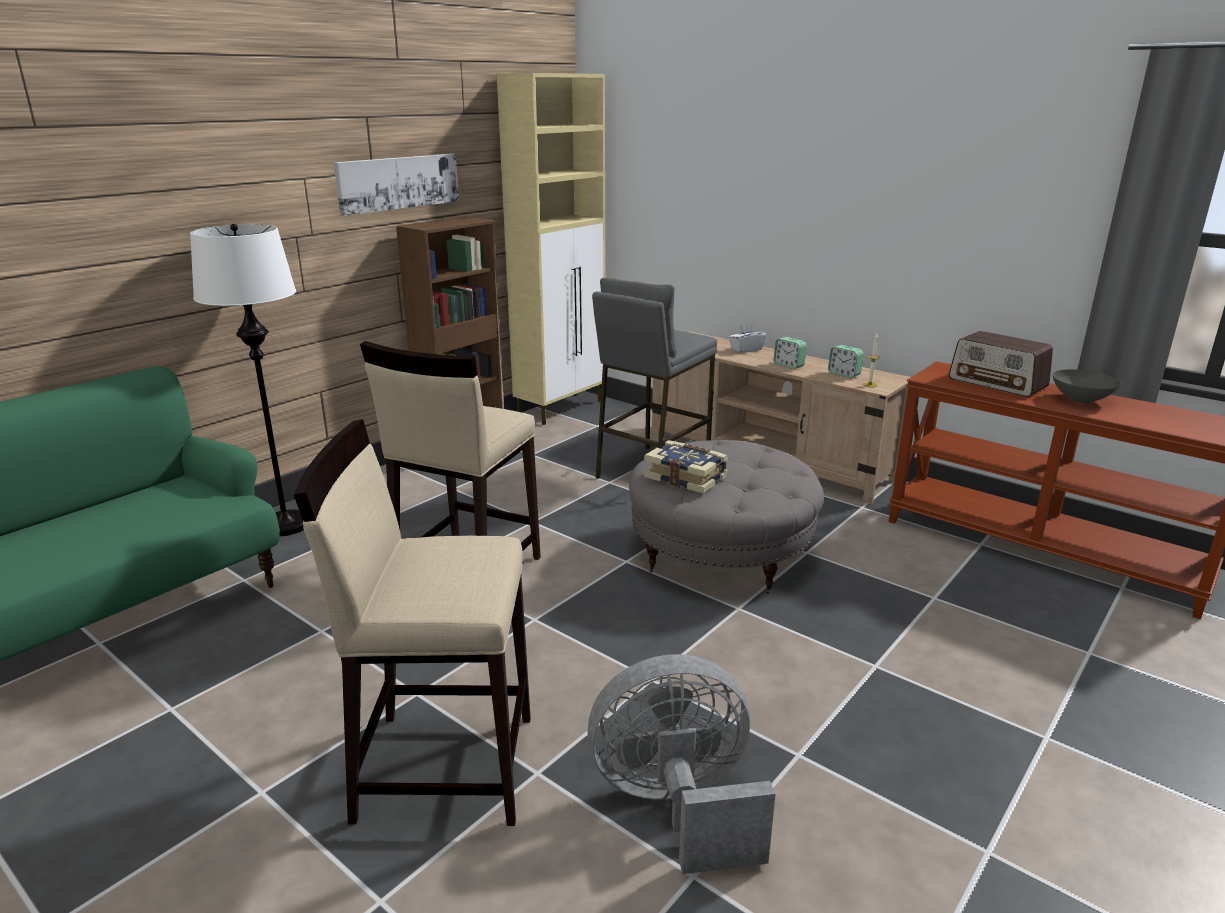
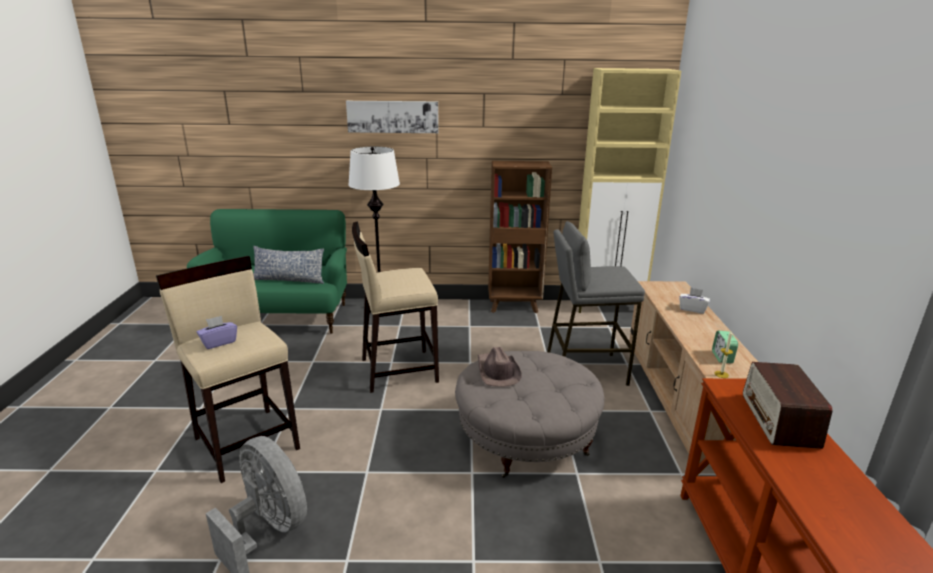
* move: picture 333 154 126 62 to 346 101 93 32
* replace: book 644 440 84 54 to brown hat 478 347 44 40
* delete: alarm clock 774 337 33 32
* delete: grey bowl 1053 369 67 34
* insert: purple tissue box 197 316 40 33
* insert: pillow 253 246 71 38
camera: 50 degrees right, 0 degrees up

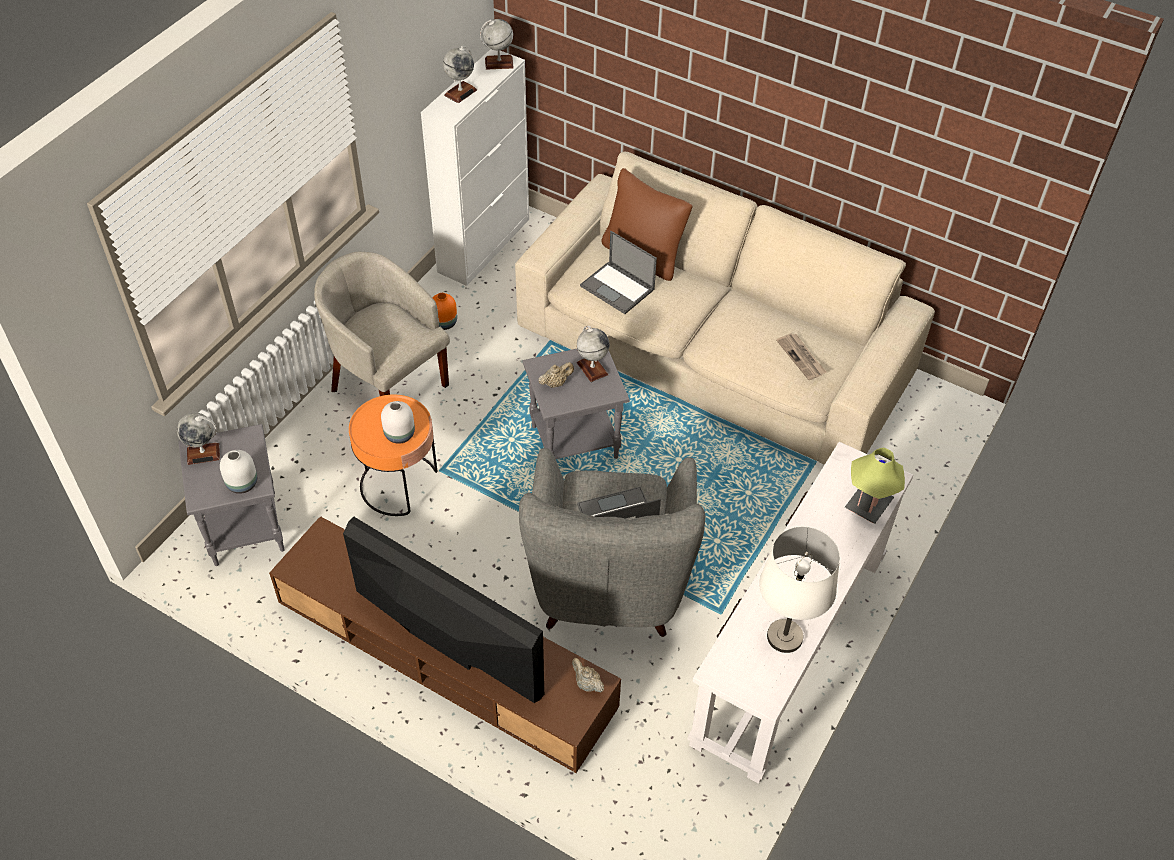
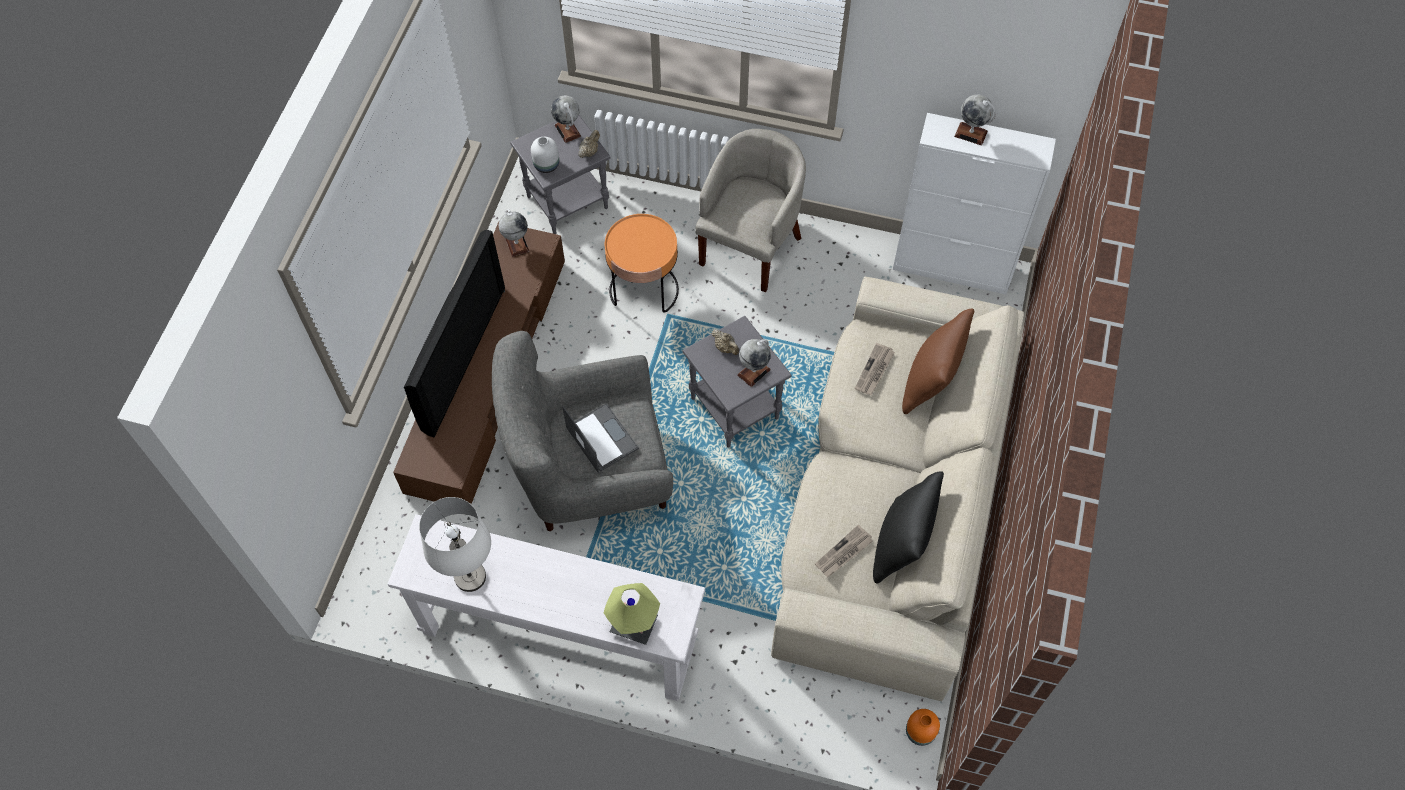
* delete: white vase 381 401 34 43
* move: orange vase 432 293 25 37 to 906 709 34 37
* move: globe 480 19 33 51 to 499 209 30 48
* move: beige teapot 572 658 32 35 to 578 130 22 28
* replace: laptop 580 231 77 83 to newspaper 855 343 40 52
* insert: black pillow 873 471 71 113
camera: 75 degrees right, 10 degrees up

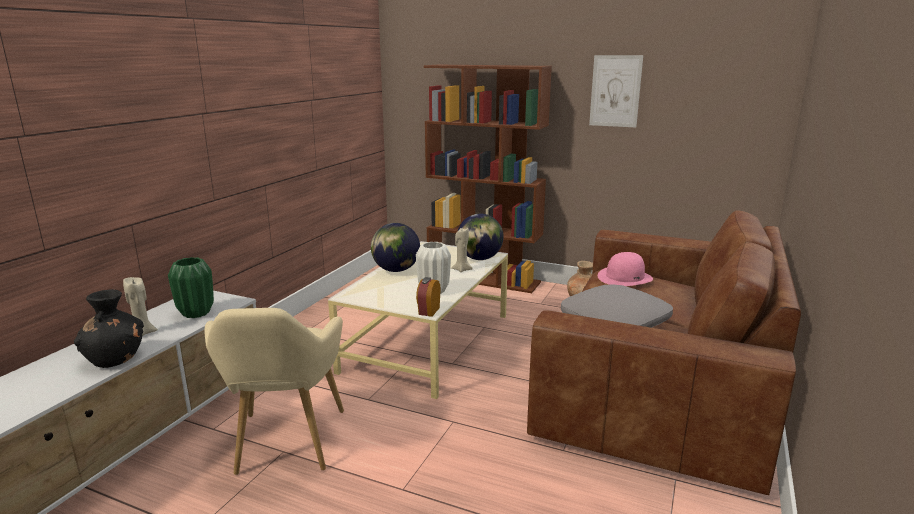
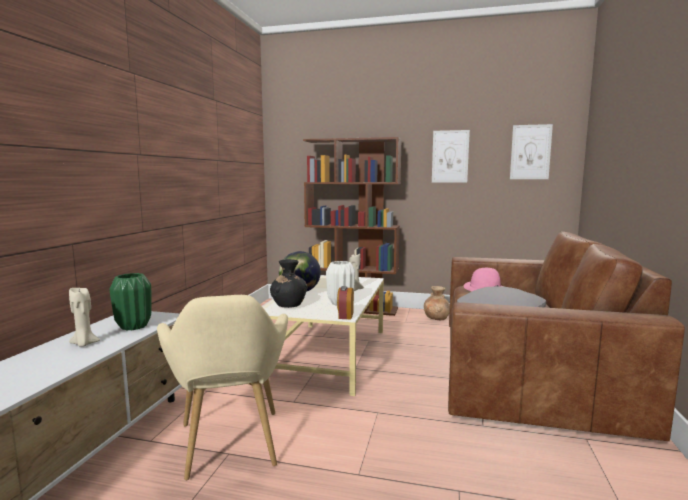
* move: black vase 74 289 70 79 to 270 259 37 49
* delete: globe 458 214 46 46
* insert: picture 510 124 43 55
camera: 10 degrees left, 10 degrees down

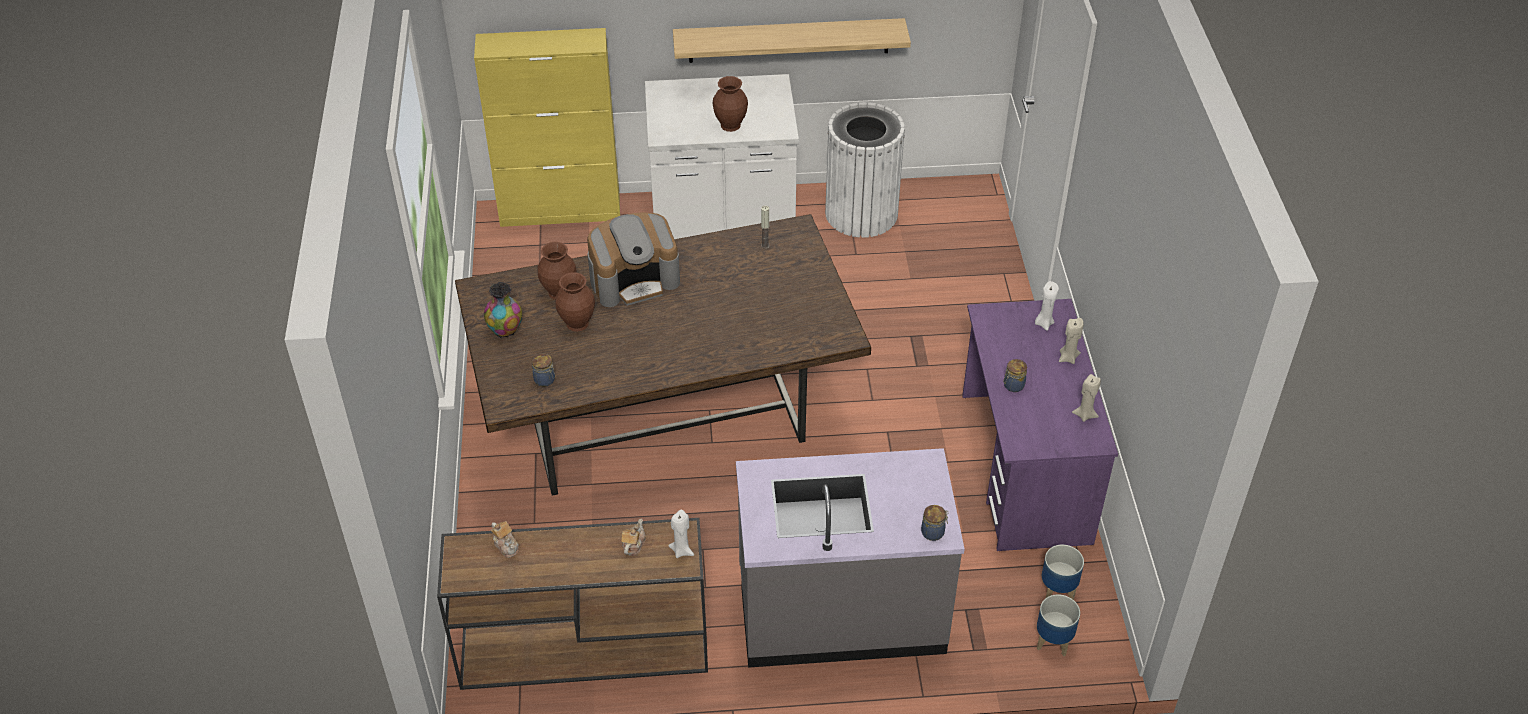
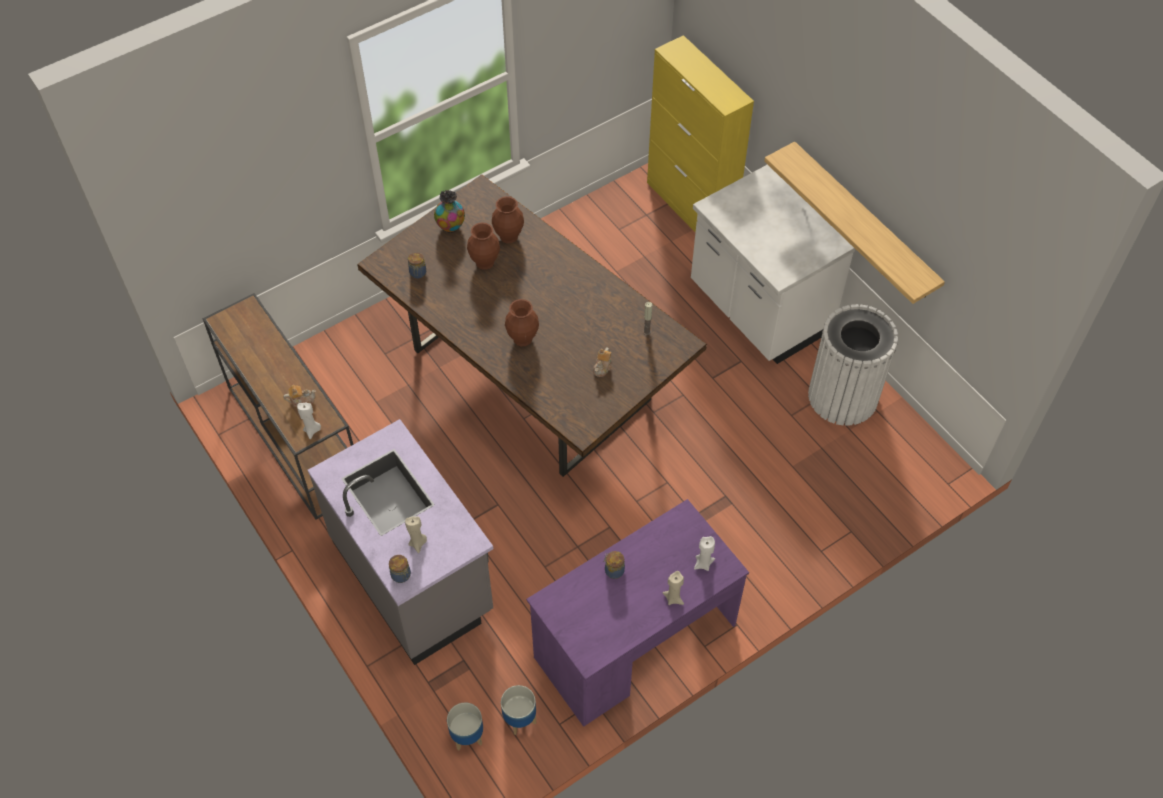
* move: teapot 491 521 28 37 to 593 347 19 30
* delete: coffee machine 587 212 93 95
* move: brown vase 713 76 35 56 to 505 299 34 47
* move: beige candle 1072 374 29 48 to 405 516 22 37
camera: 60 degrees right, 10 degrees up

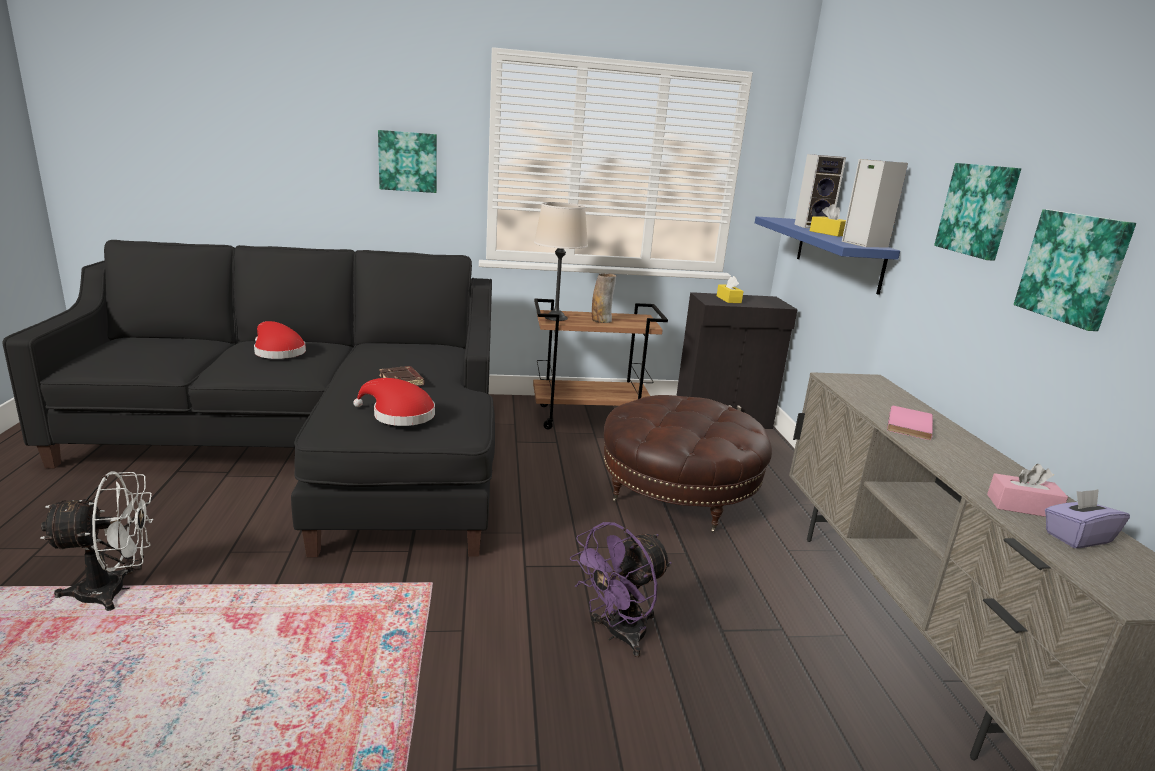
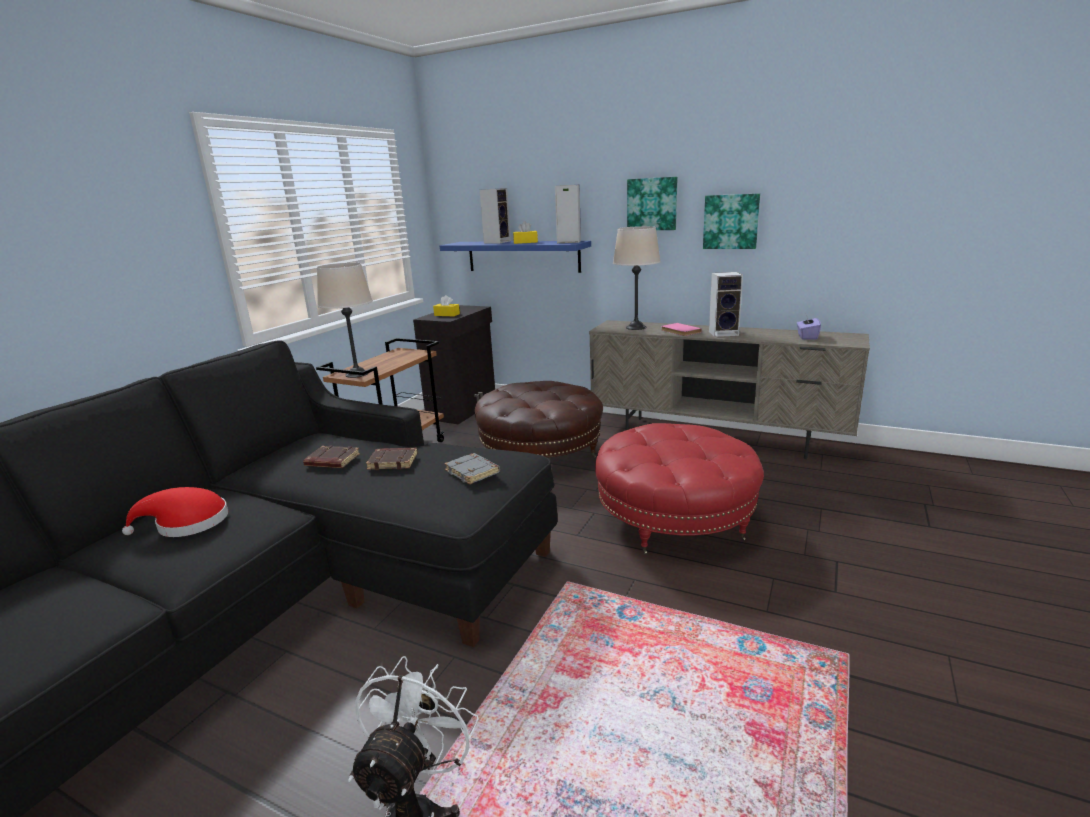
* replace: red hat 353 378 82 48 to grey book 444 453 56 32
* delete: picture 378 130 59 63
* replace: purple fan 570 522 102 135 to red ottoman 595 423 169 131
* delete: vase 592 273 24 50
* delete: pink tissue box 987 464 81 53
* insert: brown book 303 446 57 22
* insert: beige table lamp 613 226 48 104
* insert: speaker 709 272 34 65
camera: 55 degrees left, 0 degrees up

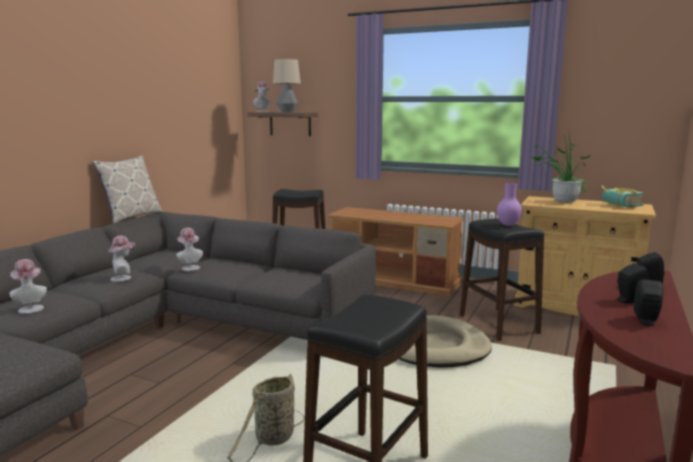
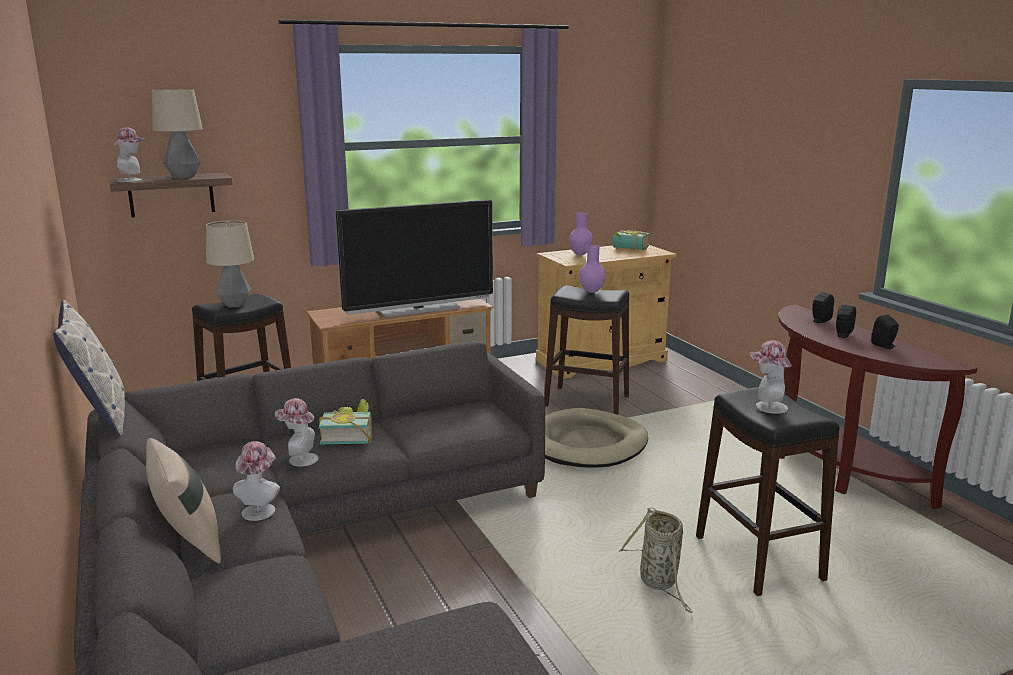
* move: hat 9 259 38 55 to 750 340 42 74
* replace: potted plant 532 128 58 75 to purple vase 569 213 24 42
* insert: beige pillow 146 438 75 126
* insert: table lamp 206 220 48 88
* insert: book 319 399 53 45
* insert: television 336 200 157 118
camera: 50 degrees left, 5 degrees up

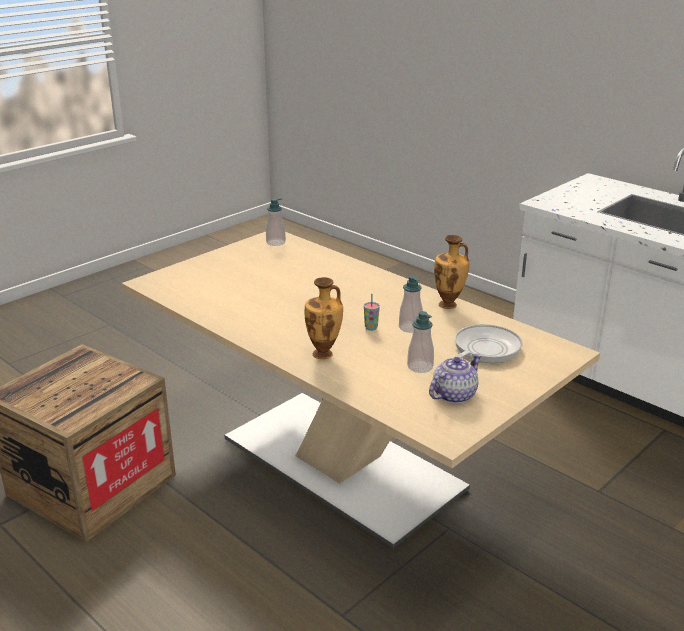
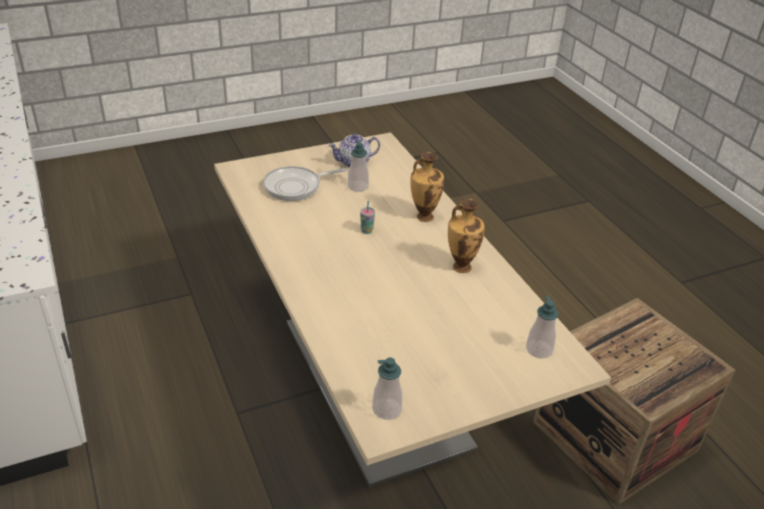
* move: soap dispenser 399 275 24 58 to 526 295 32 64
* move: vase 434 235 36 74 to 448 199 37 74
camera: 160 degrees left, 10 degrees up

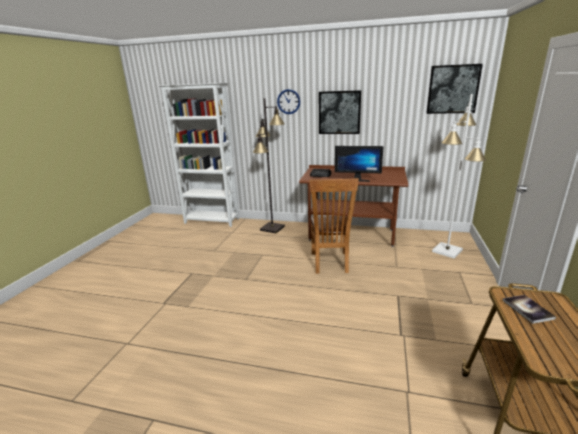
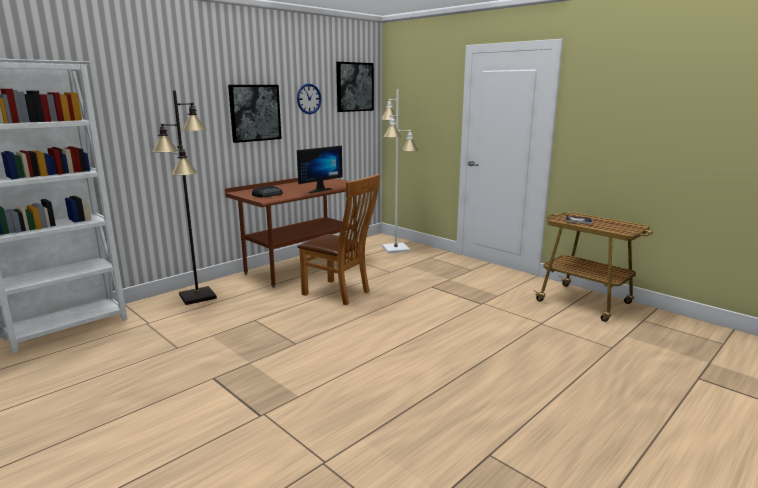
* move: wall clock 277 89 23 25 to 297 83 24 31
camera: 60 degrees left, 5 degrees down

